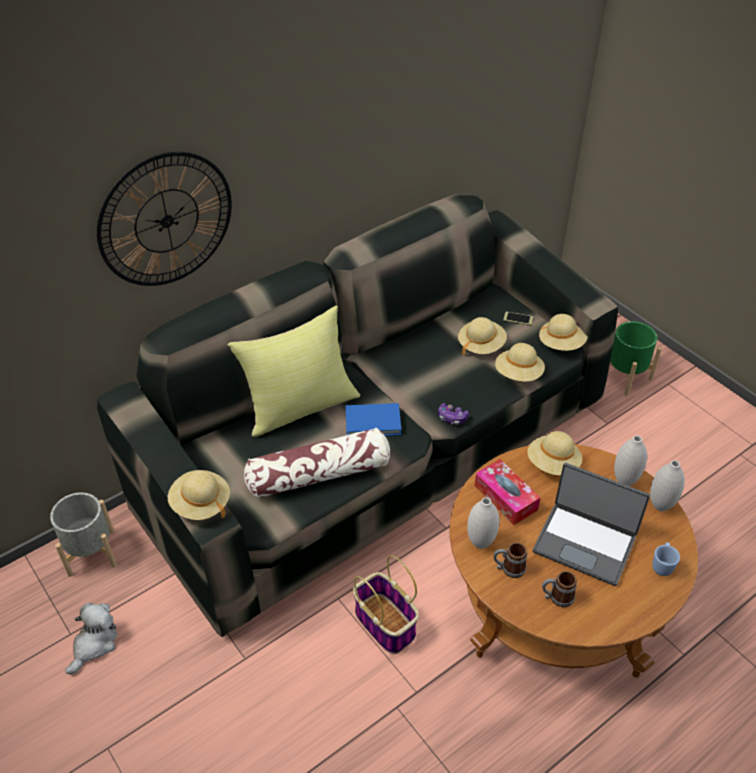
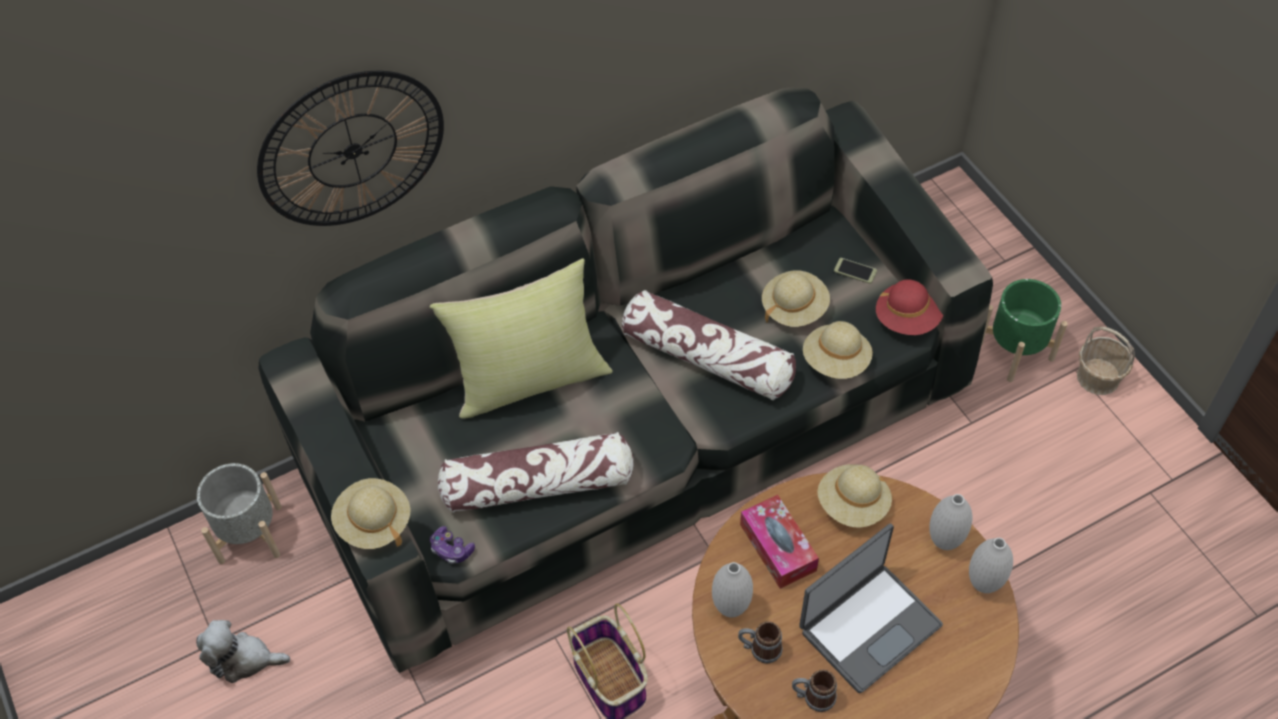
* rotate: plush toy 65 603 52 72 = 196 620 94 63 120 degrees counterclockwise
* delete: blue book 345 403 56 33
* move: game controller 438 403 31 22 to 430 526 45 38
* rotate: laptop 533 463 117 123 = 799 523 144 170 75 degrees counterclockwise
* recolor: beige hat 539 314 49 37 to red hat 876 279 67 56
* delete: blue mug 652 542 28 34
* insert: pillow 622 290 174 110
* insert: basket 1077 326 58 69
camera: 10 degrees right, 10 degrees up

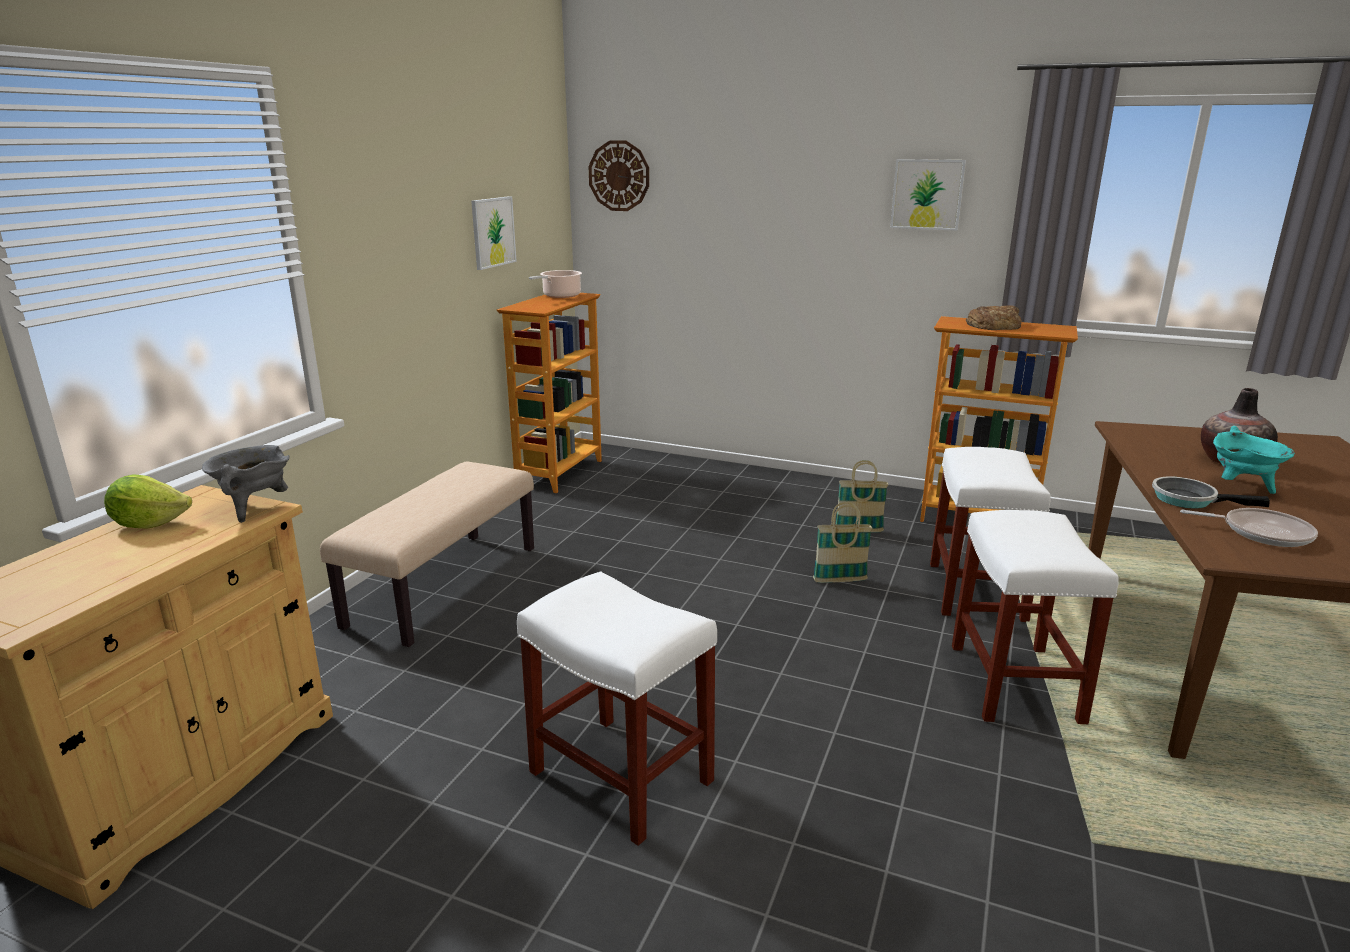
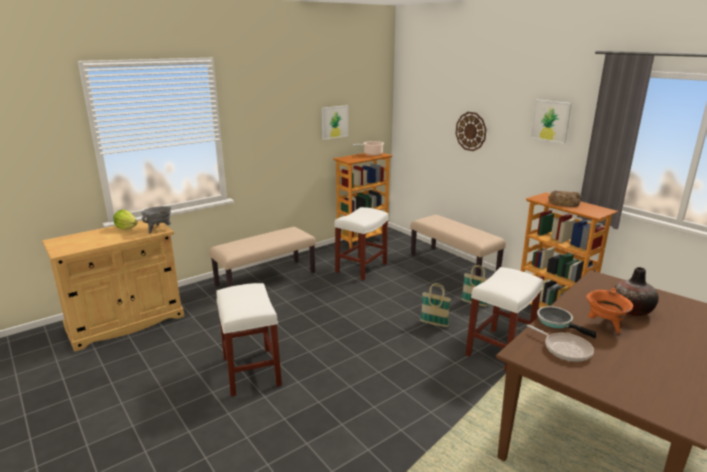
* move: wall clock 588 140 61 71 to 456 112 30 39
* move: white stool 952 510 167 214 to 334 207 55 73
* recolor: turquoise cooking pot 1213 426 82 68 to orange cooking pot 586 288 47 46
* insert: beige bench 411 215 95 62
camera: 30 degrees right, 0 degrees up

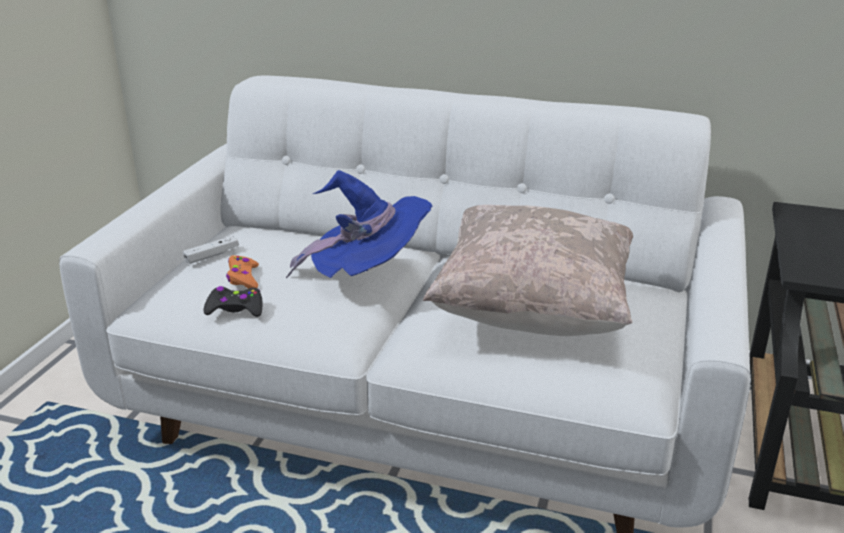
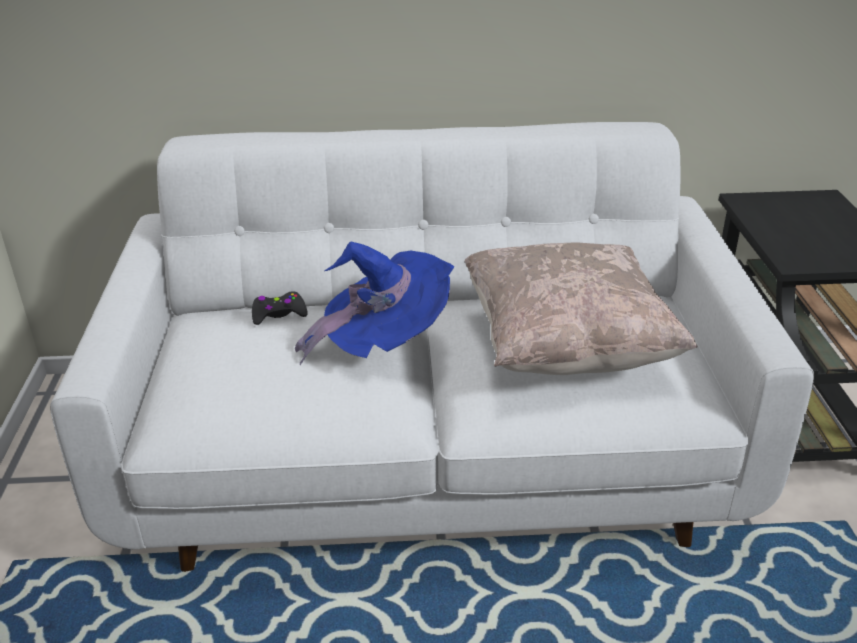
* delete: white game controller 183 236 56 28
* move: black game controller 203 286 60 31 to 252 292 56 33
* delete: orange game controller 226 255 33 34
camera: 20 degrees left, 5 degrees up

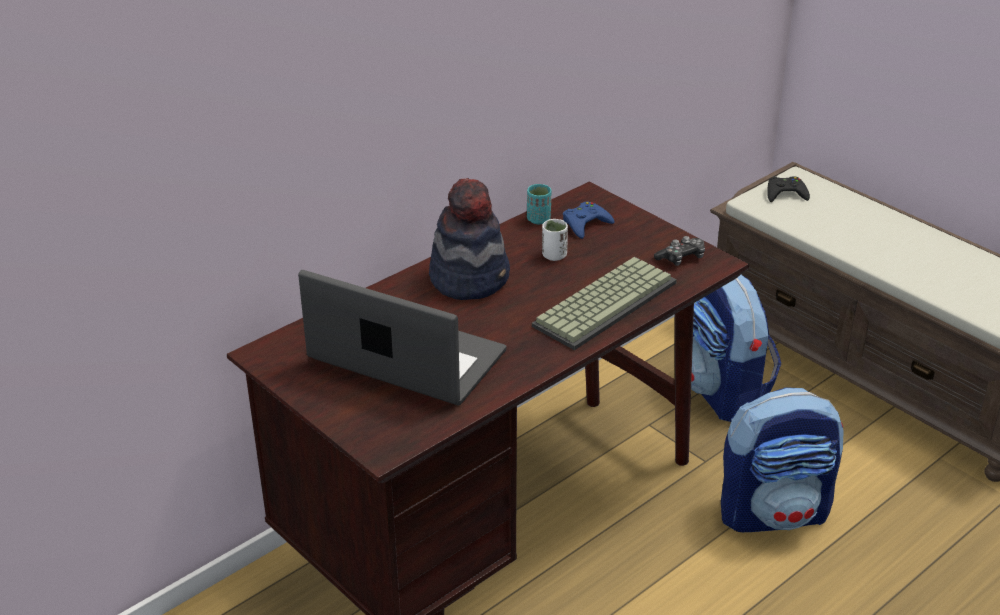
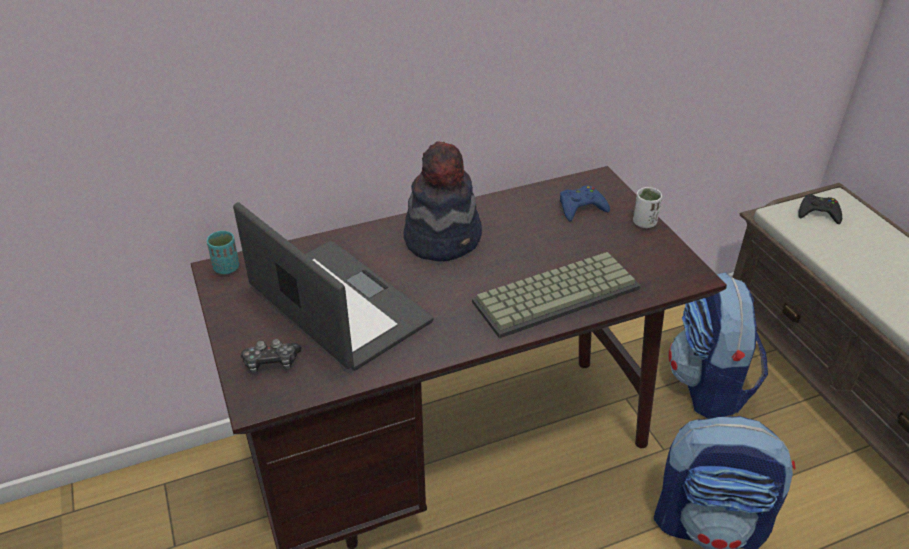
* move: turquoise cup 527 184 25 40 to 207 231 32 43
* move: white cup 542 219 26 42 to 633 187 29 41
* move: game controller 654 236 51 30 to 241 339 60 34
camera: 20 degrees right, 5 degrees up

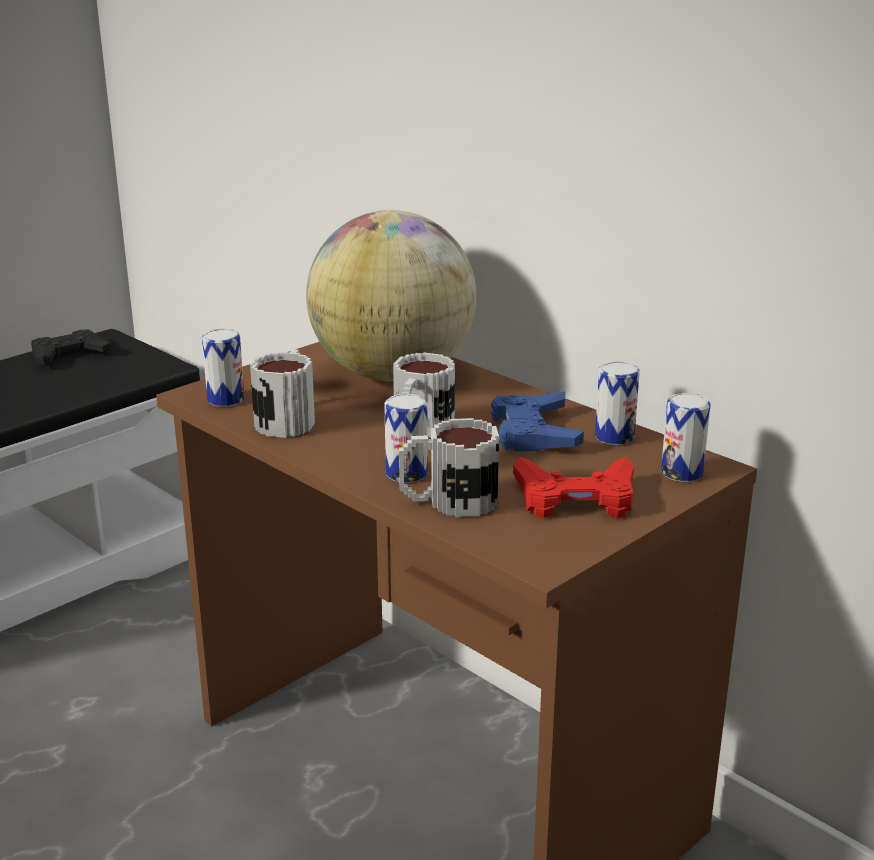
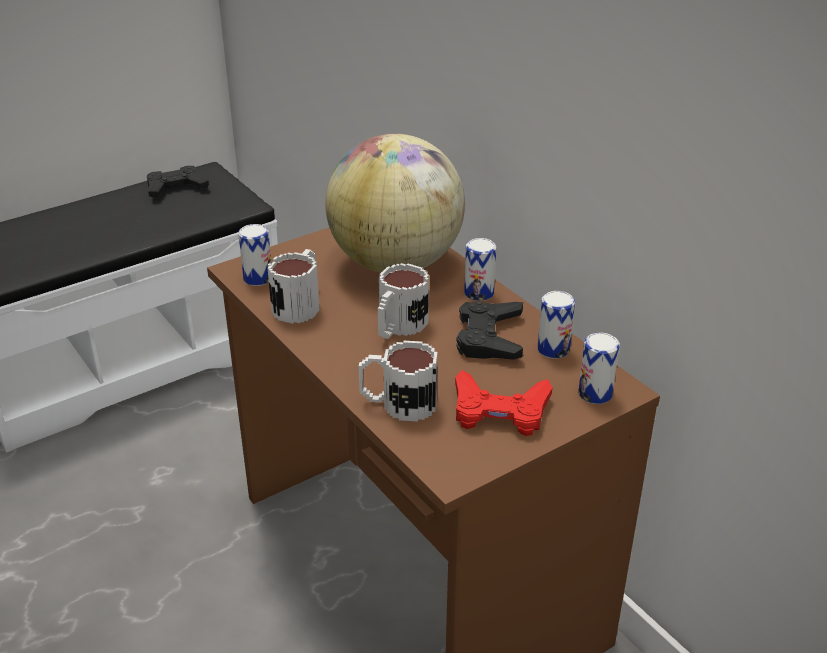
* move: can 384 394 44 89 to 464 238 32 63
* recolor: blue game controller 491 391 93 61 to black game controller 456 302 67 58
camera: 10 degrees right, 10 degrees up

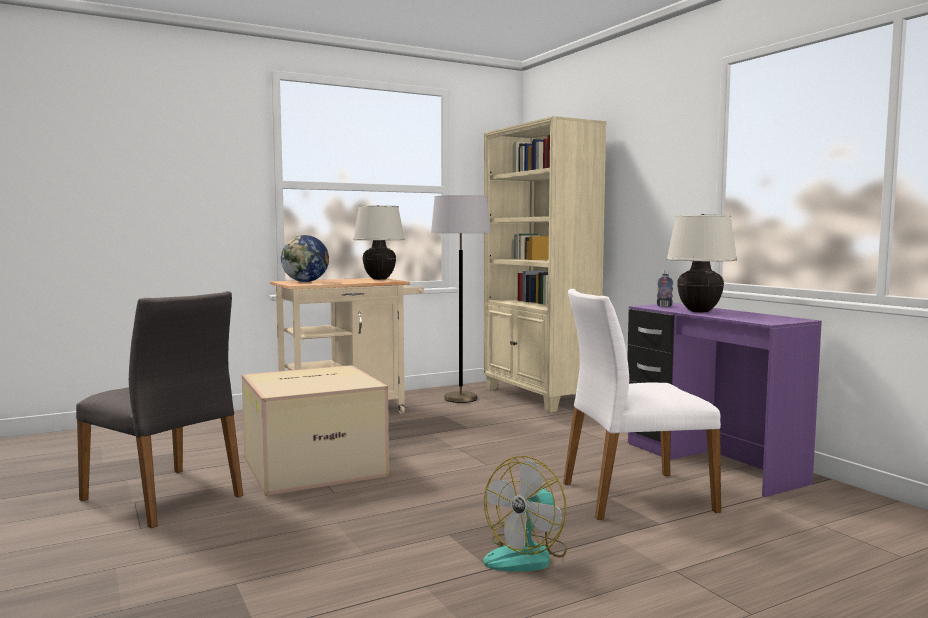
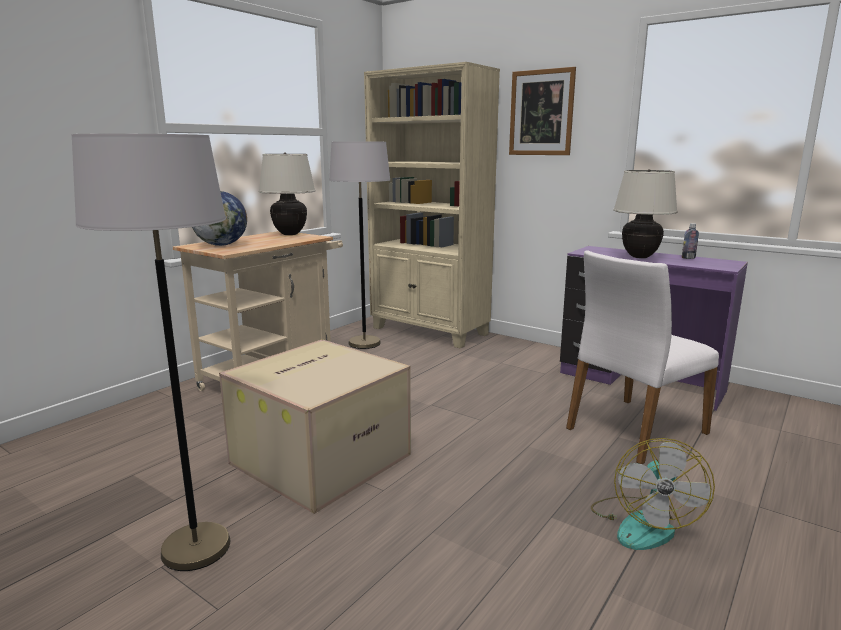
* replace: grey chair 76 291 167 237 to grey floor lamp 71 134 159 437
* move: bottle 657 270 16 37 to 682 223 17 36
* insert: picture 509 67 67 88
camera: 25 degrees left, 10 degrees up

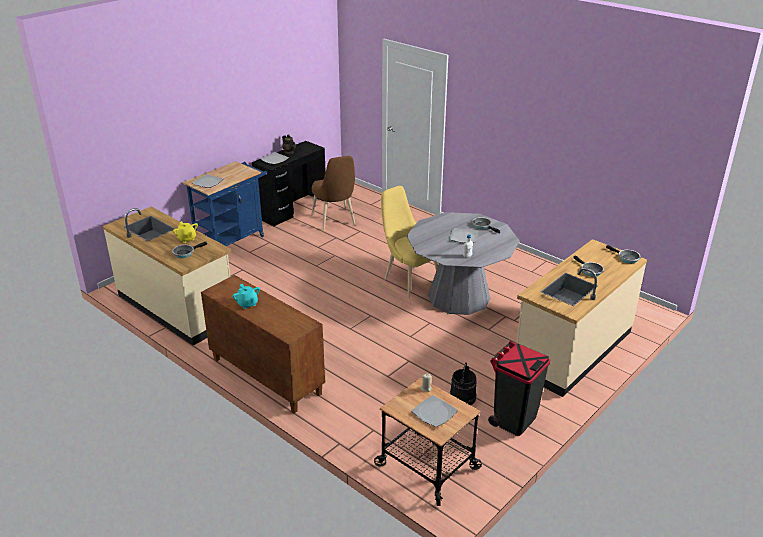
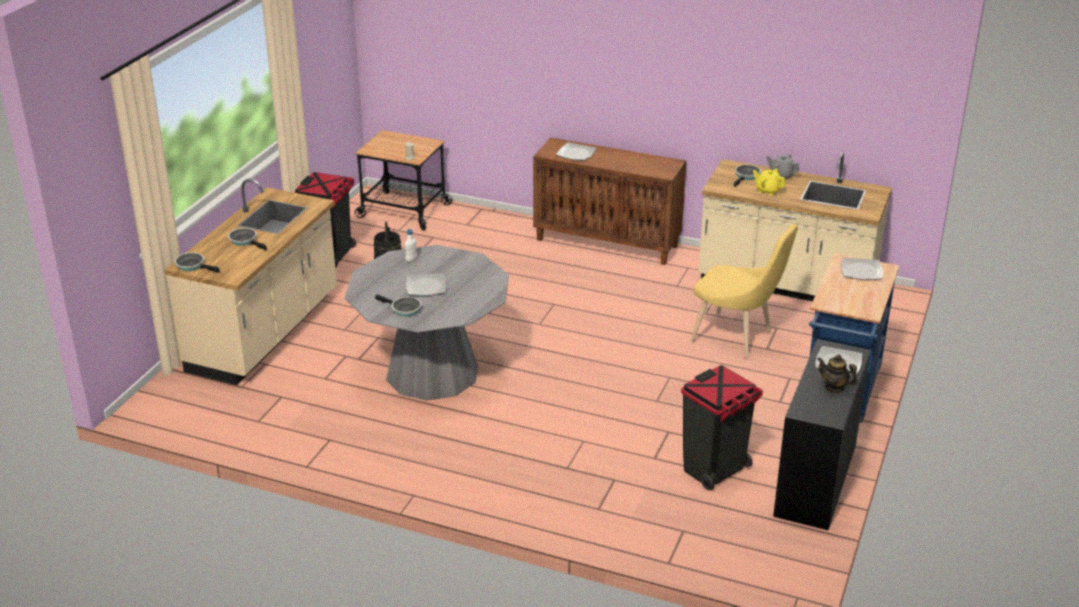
* delete: turquoise teapot 232 284 28 25
* replace: brown chair 311 156 45 75 to black trash can 681 365 82 125
* move: yellow chair 381 186 57 112 to 690 224 108 134
* move: plate 412 395 46 32 to 556 142 40 19
* insert: grey teapot 766 154 33 27
camera: 160 degrees right, 0 degrees up

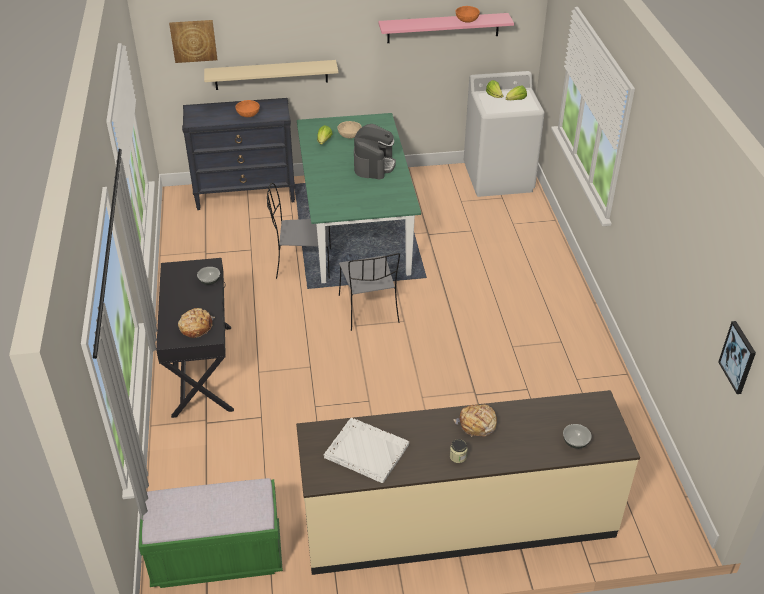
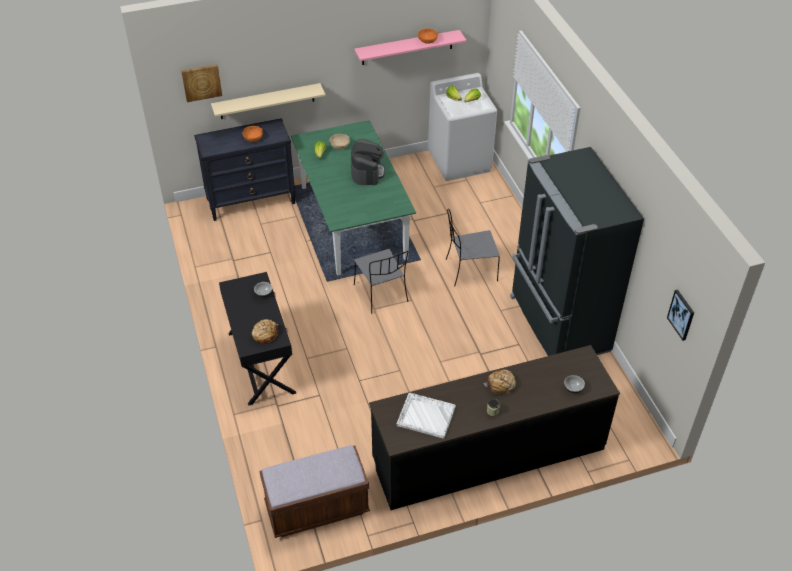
* recolor: green bench 139 478 144 110 to brown bench 259 445 111 93
* move: grey chair 267 183 64 96 to 446 209 54 77
* recolor: beige counter 296 390 344 185 to black counter 369 345 251 165
* insert: black fridge 510 147 134 209
camera: 10 degrees left, 5 degrees up

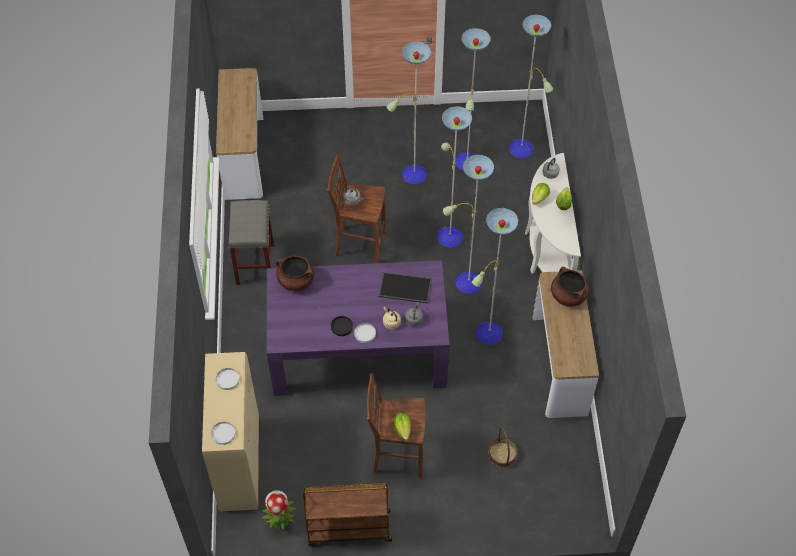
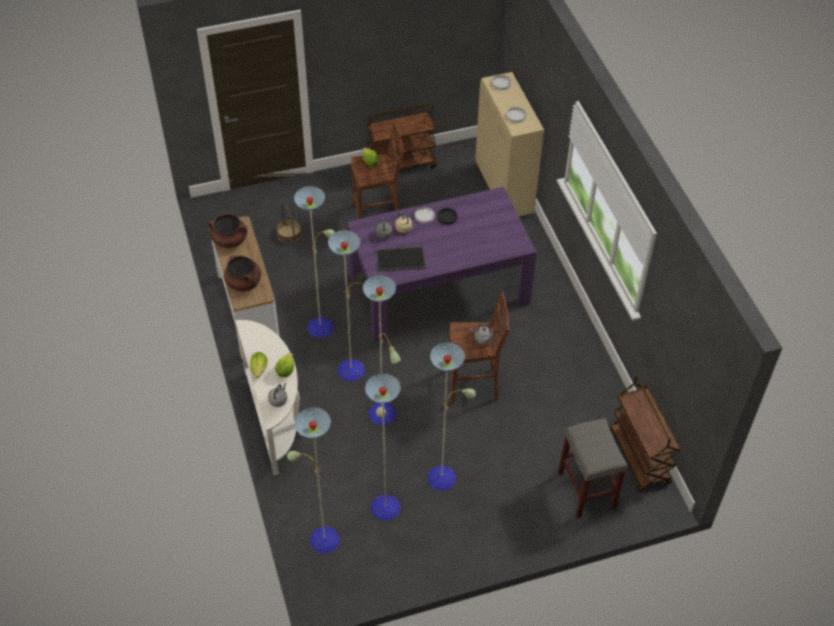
* replace: console table 216 68 48 132 to brown cart 609 376 72 116
* move: grey stool 229 200 45 85 to 558 418 70 100
* delete: potted plant 262 490 34 39
* move: brown cooking pot 276 256 38 35 to 209 214 38 34
camera: 165 degrees right, 5 degrees down

